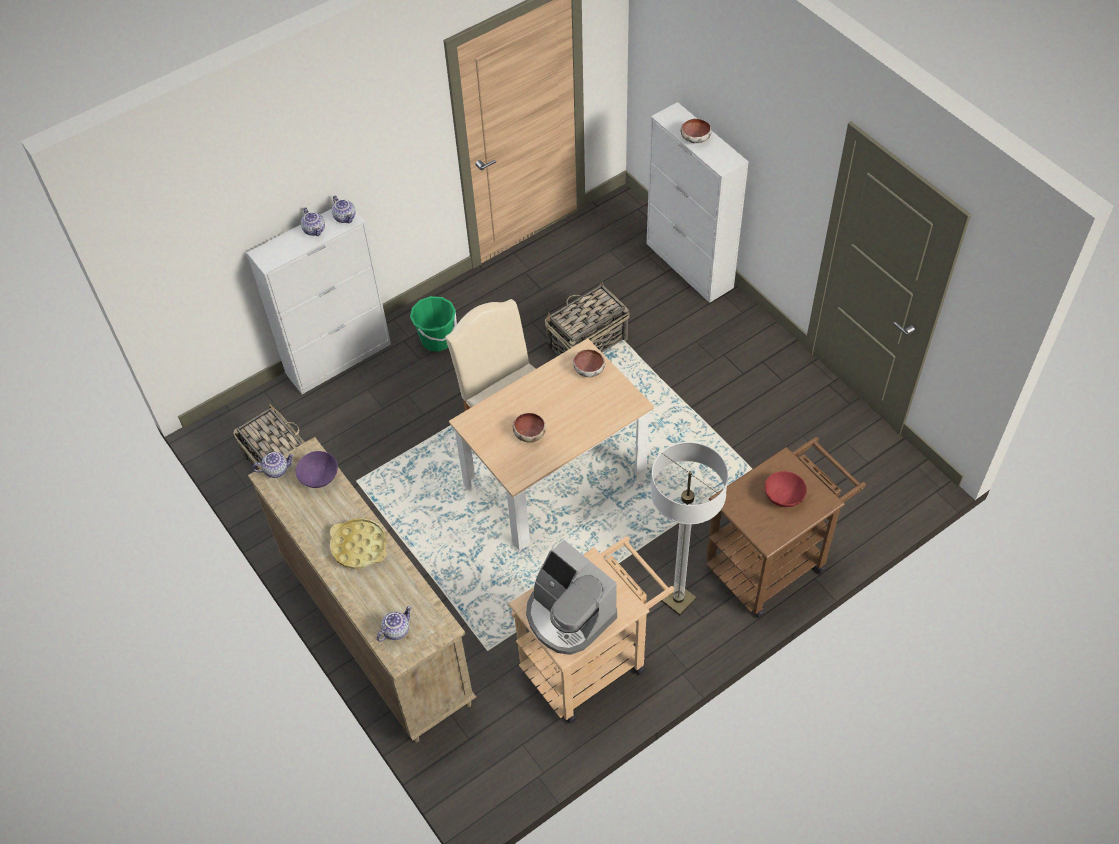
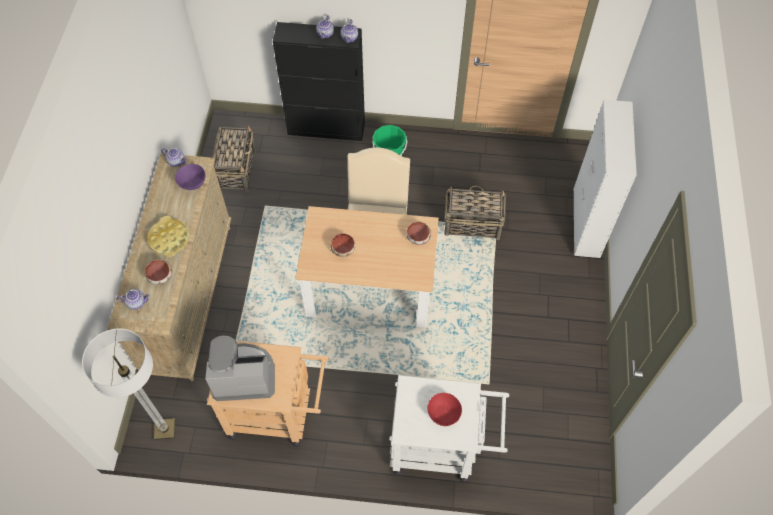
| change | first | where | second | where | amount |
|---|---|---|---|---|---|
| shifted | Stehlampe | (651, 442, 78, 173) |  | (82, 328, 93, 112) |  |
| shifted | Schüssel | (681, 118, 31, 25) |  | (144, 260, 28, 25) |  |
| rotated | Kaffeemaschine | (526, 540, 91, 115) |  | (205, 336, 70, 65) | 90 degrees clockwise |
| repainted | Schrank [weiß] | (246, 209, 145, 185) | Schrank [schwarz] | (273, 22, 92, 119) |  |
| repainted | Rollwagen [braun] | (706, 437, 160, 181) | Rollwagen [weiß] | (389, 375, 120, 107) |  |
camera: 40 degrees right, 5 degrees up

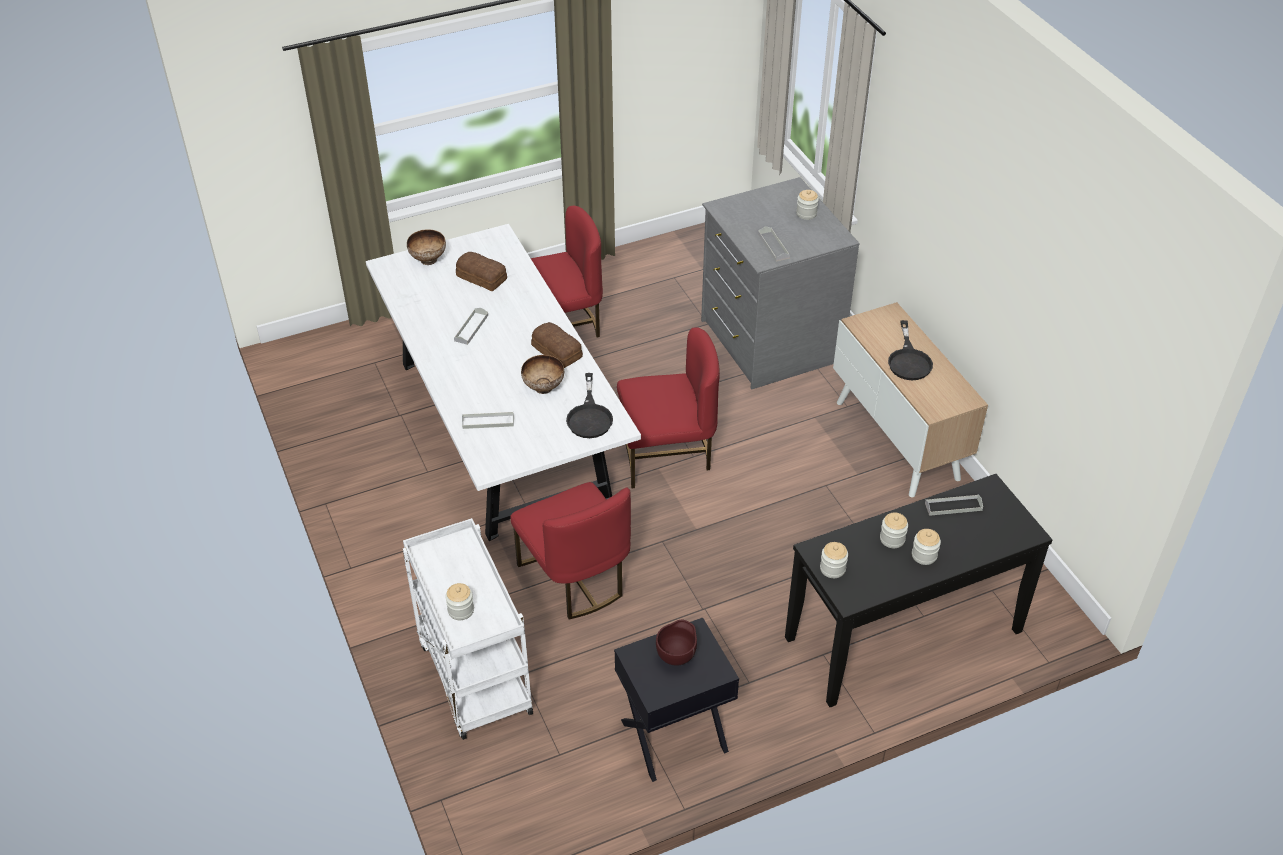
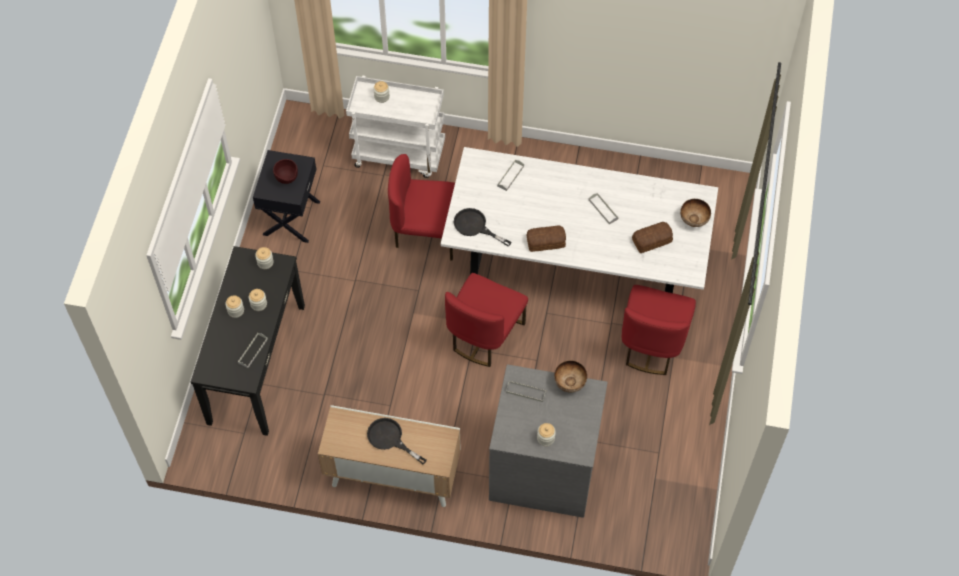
| change | first | where | second | where | amount |
|---|---|---|---|---|---|
| shifted | Schüssel | (521, 355, 43, 39) |  | (554, 360, 33, 33) |  |
camera: 125 degrees right, 15 degrees up

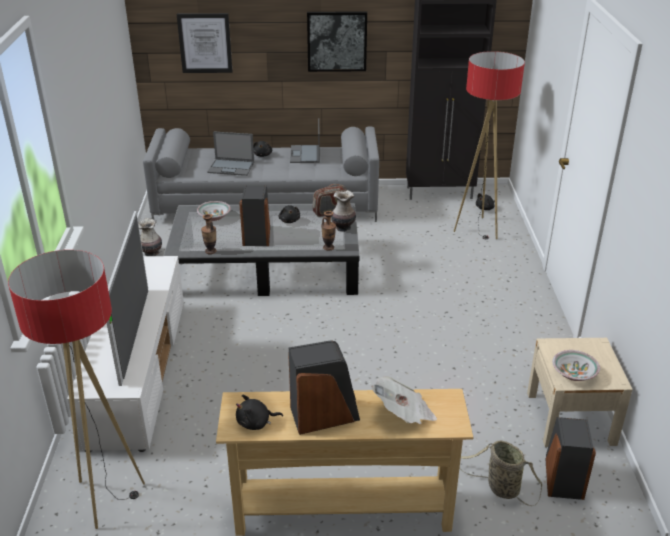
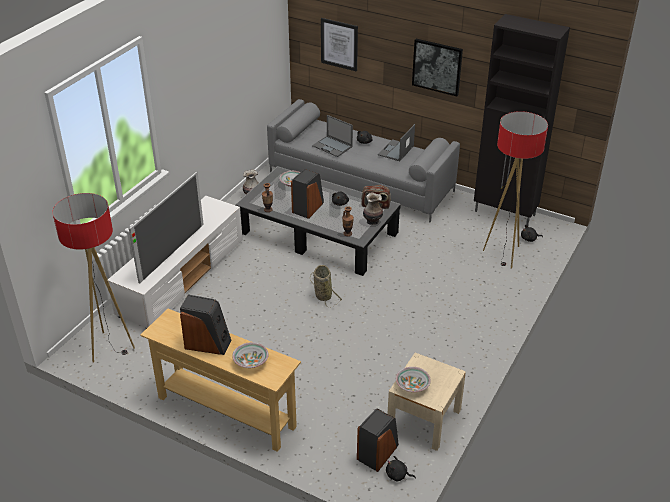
| change | first | where | second | where | amount |
|---|---|---|---|---|---|
| swapped | Zeitung | (371, 376, 66, 48) | Schüssel | (232, 342, 37, 26) |  |
| shifted | Korb | (459, 440, 83, 66) |  | (310, 265, 32, 43) |  |
| shifted | Plüschtier [schwarz] | (236, 395, 47, 35) |  | (386, 456, 30, 25) |  |
camera: 30 degrees right, 5 degrees up

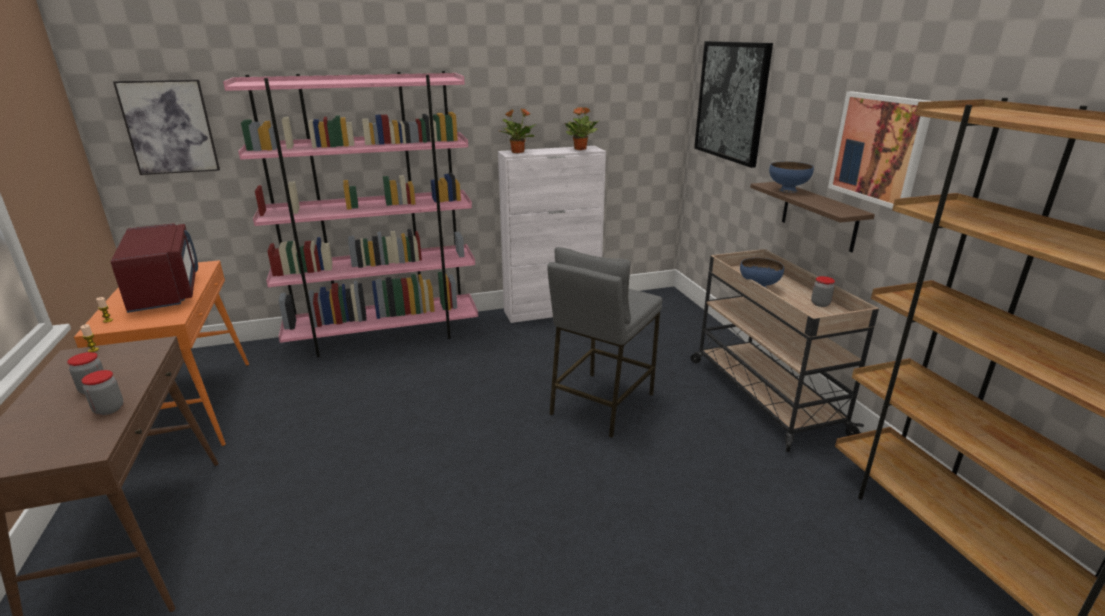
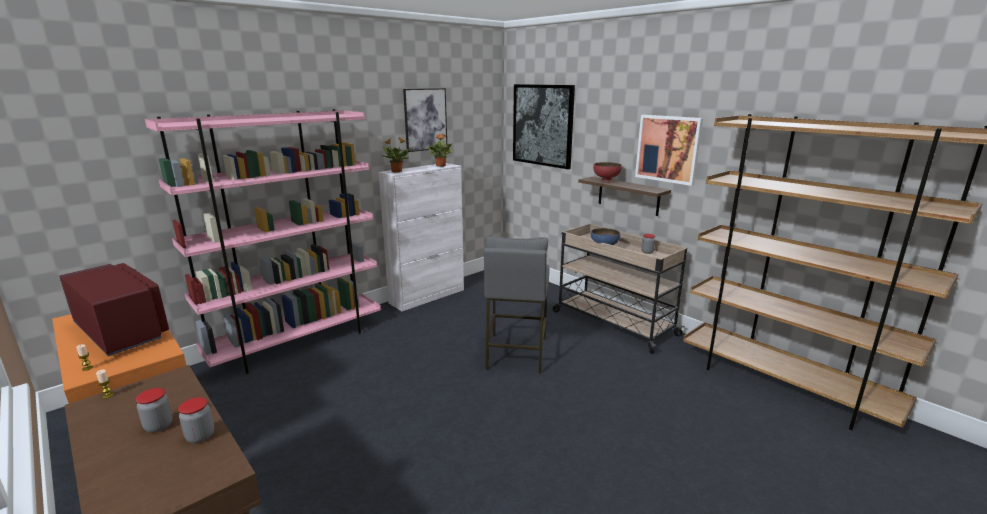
| change | first | where | second | where | amount |
|---|---|---|---|---|---|
| shifted | Bild | (113, 79, 107, 96) |  | (403, 88, 44, 64) |  |
| repainted | Schüssel [blau] | (769, 161, 45, 32) | Schüssel [rot] | (593, 162, 29, 21) |  |
camera: 25 degrees left, 5 degrees down

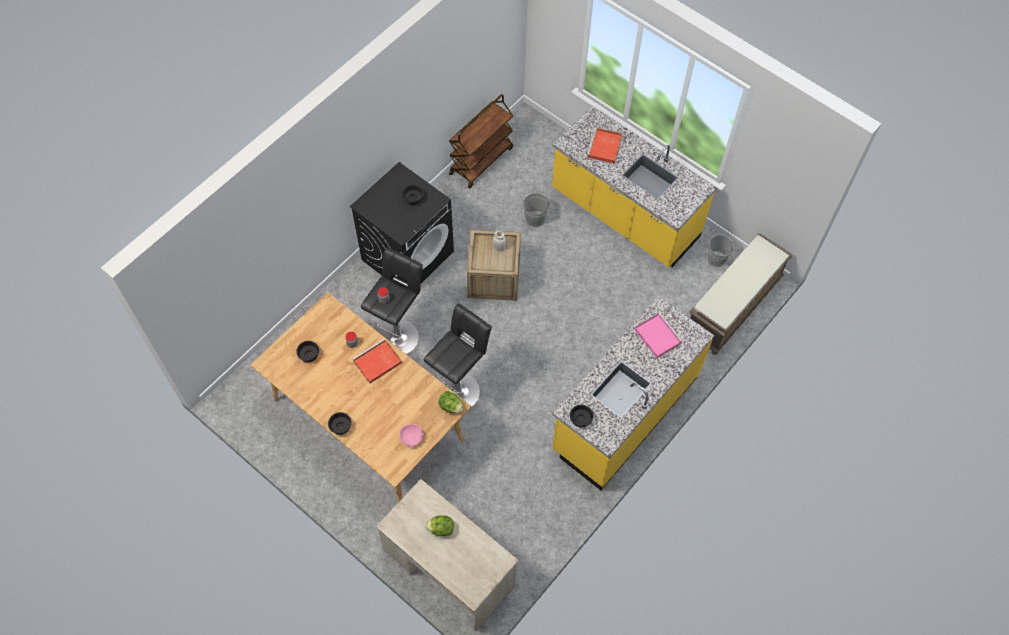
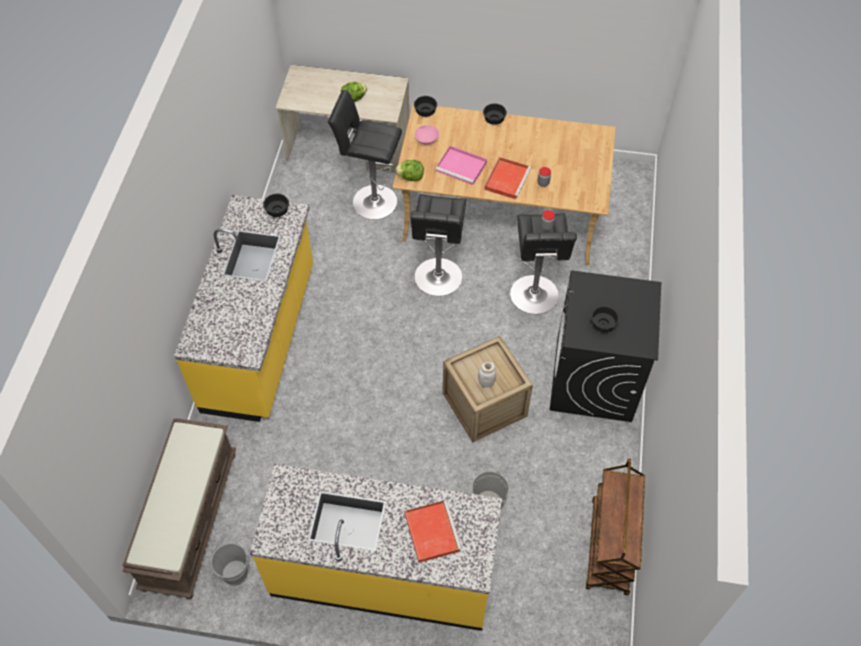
| change | first | where | second | where | amount |
|---|---|---|---|---|---|
| new |  |  | Hocker [schwarz] | (328, 90, 74, 130) |  |
| shifted | Schüssel [schwarz] | (296, 341, 23, 21) |  | (414, 96, 23, 21) |  |
| shifted | Tablett [rosa] | (634, 313, 48, 45) |  | (435, 146, 52, 39) |  |
camera: 150 degrees right, 5 degrees down

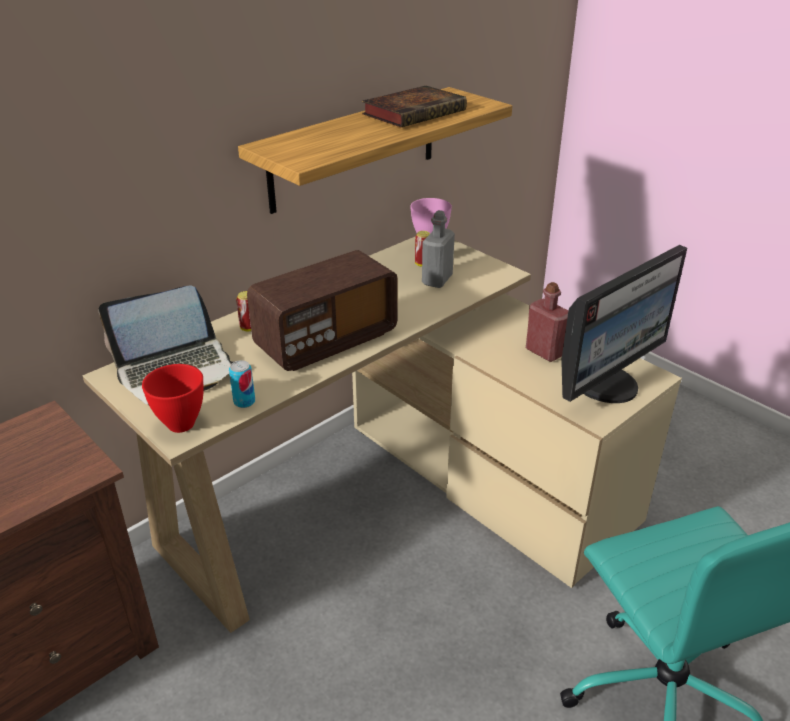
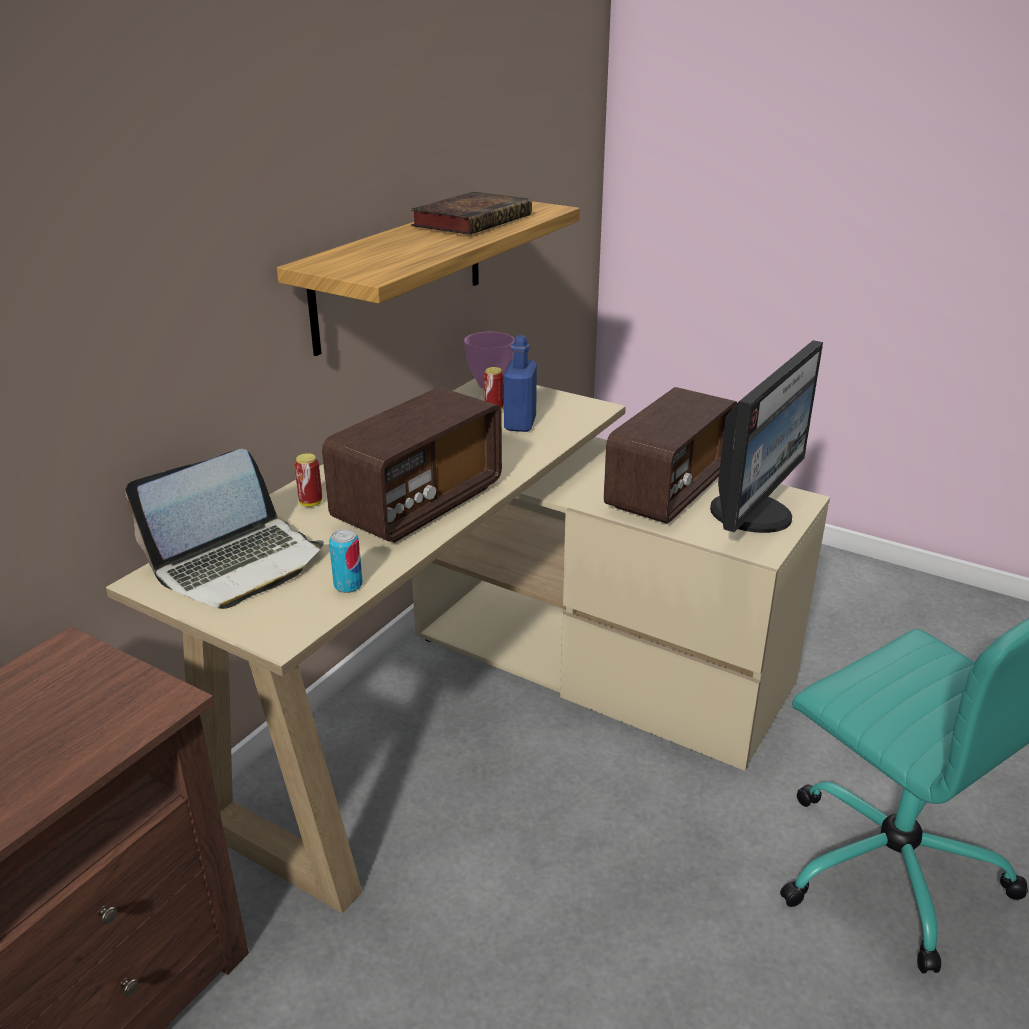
| change | first | where | second | where | amount |
|---|---|---|---|---|---|
| repainted | Flasche [grau] | (422, 210, 33, 78) | Flasche [blau] | (504, 335, 33, 97) |  |
| swapped | Flasche [rot] | (526, 282, 42, 80) | Radio | (603, 387, 134, 137) |  |
| gone | Schüssel [rot] | (142, 364, 61, 69) |  |  |  |
camera: 15 degrees left, 5 degrees down

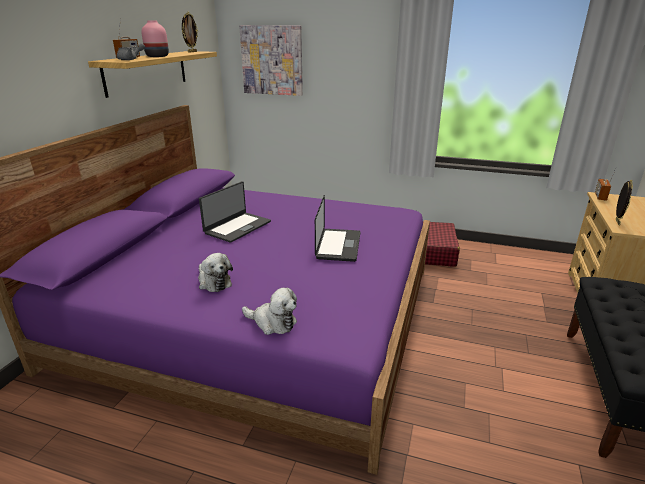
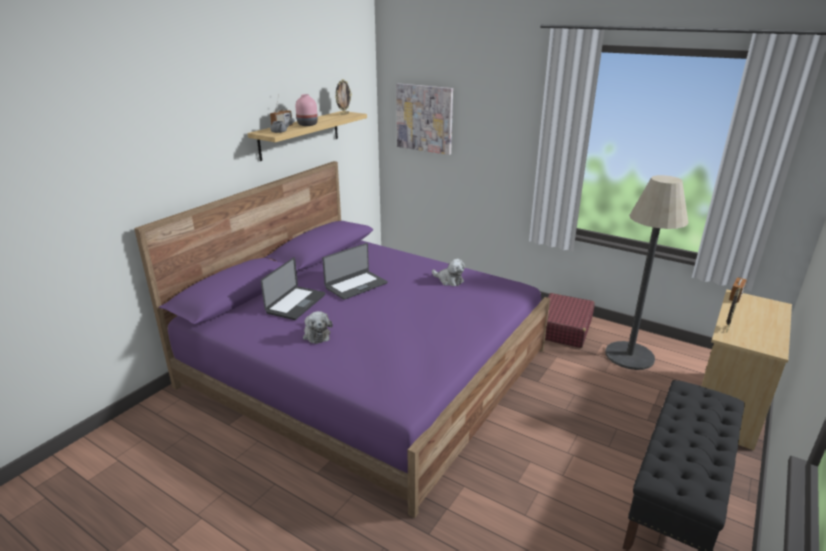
| change | first | where | second | where | amount |
|---|---|---|---|---|---|
| shifted | Laptop | (315, 195, 45, 67) |  | (261, 257, 64, 63) |  |
| shifted | Plüschtier | (242, 288, 55, 47) |  | (432, 259, 33, 27) |  |
| new |  |  | Stehlampe | (605, 175, 83, 195) |  |
camera: 15 degrees right, 0 degrees up

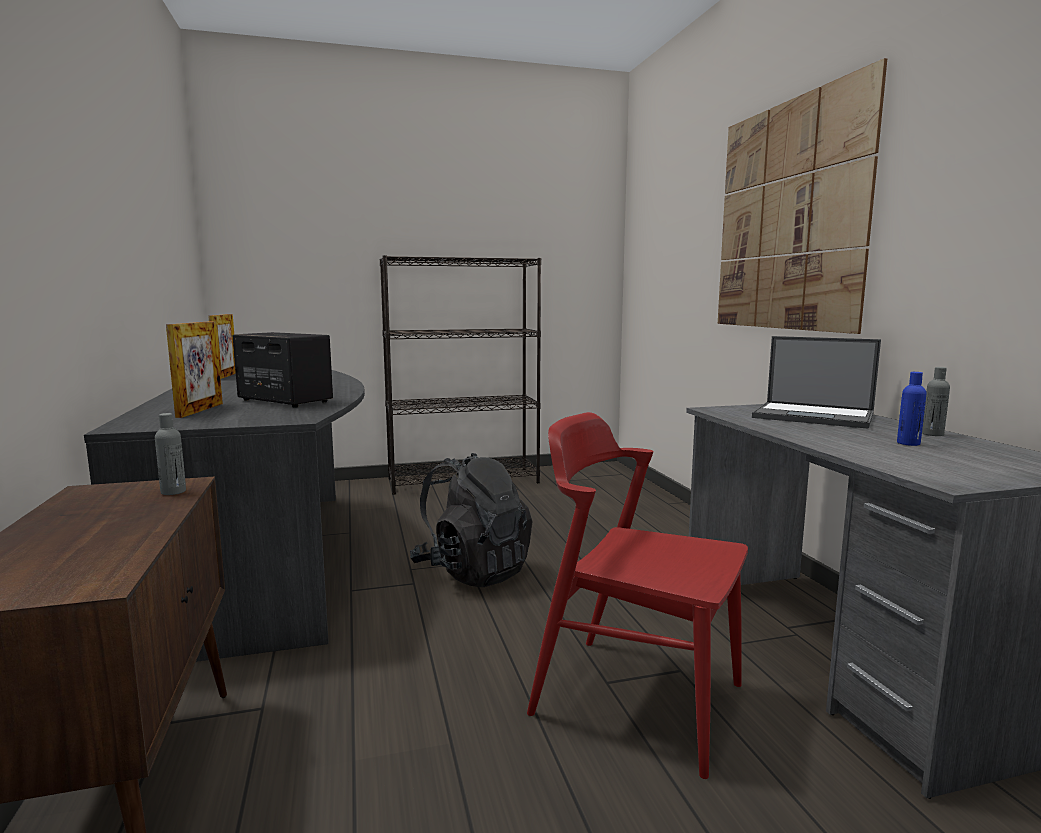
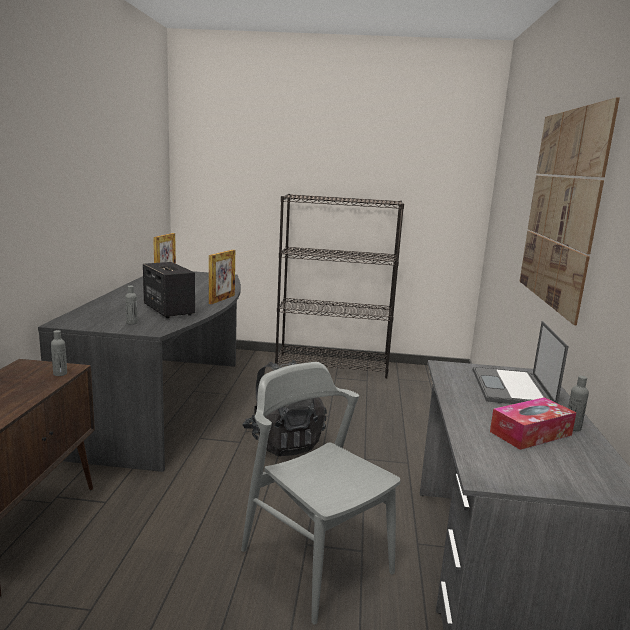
| change | first | where | second | where | amount |
|---|---|---|---|---|---|
| new |  |  | Flasche [grau] | (125, 286, 13, 39) |  |
| shifted | Bilderrahmen | (166, 321, 57, 97) |  | (209, 250, 26, 54) |  |
| repainted | Stuhl [rot] | (527, 412, 221, 367) | Stuhl [grau] | (241, 362, 159, 263) |  |
| rotated | Laptop | (752, 336, 129, 93) |  | (473, 321, 96, 83) | 45 degrees clockwise |
| swapped | Flasche [blau] | (897, 372, 30, 74) | Taschentuchbox | (490, 397, 86, 53) |  |
camera: 20 degrees right, 5 degrees up

